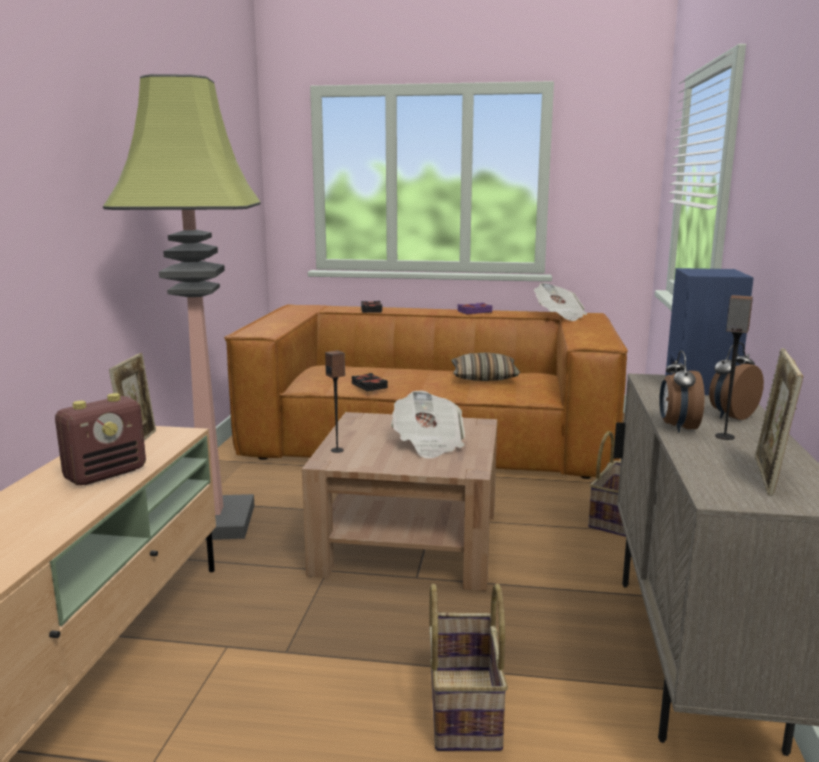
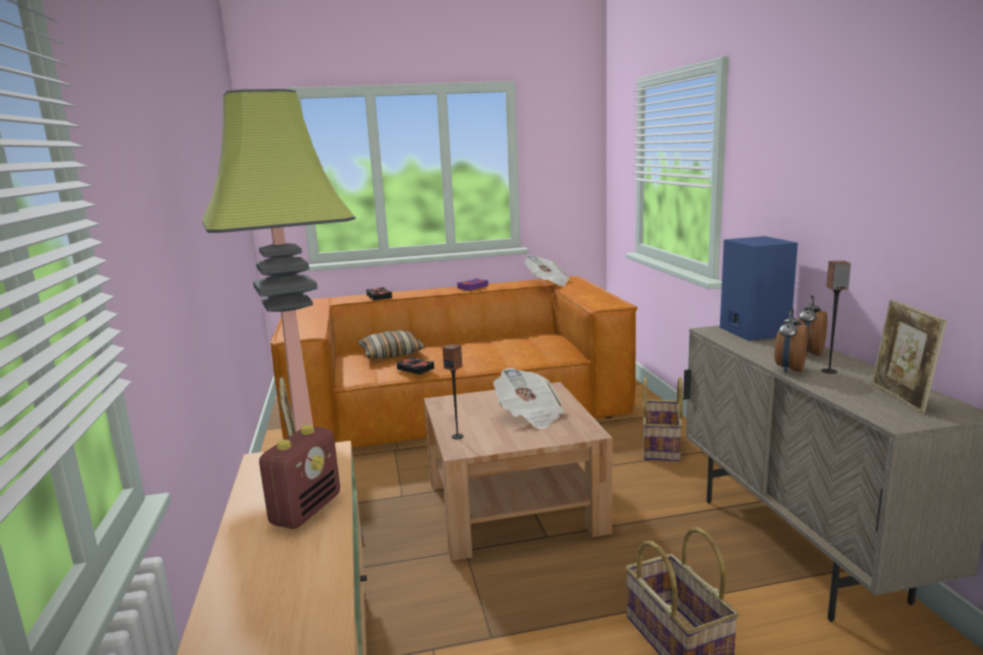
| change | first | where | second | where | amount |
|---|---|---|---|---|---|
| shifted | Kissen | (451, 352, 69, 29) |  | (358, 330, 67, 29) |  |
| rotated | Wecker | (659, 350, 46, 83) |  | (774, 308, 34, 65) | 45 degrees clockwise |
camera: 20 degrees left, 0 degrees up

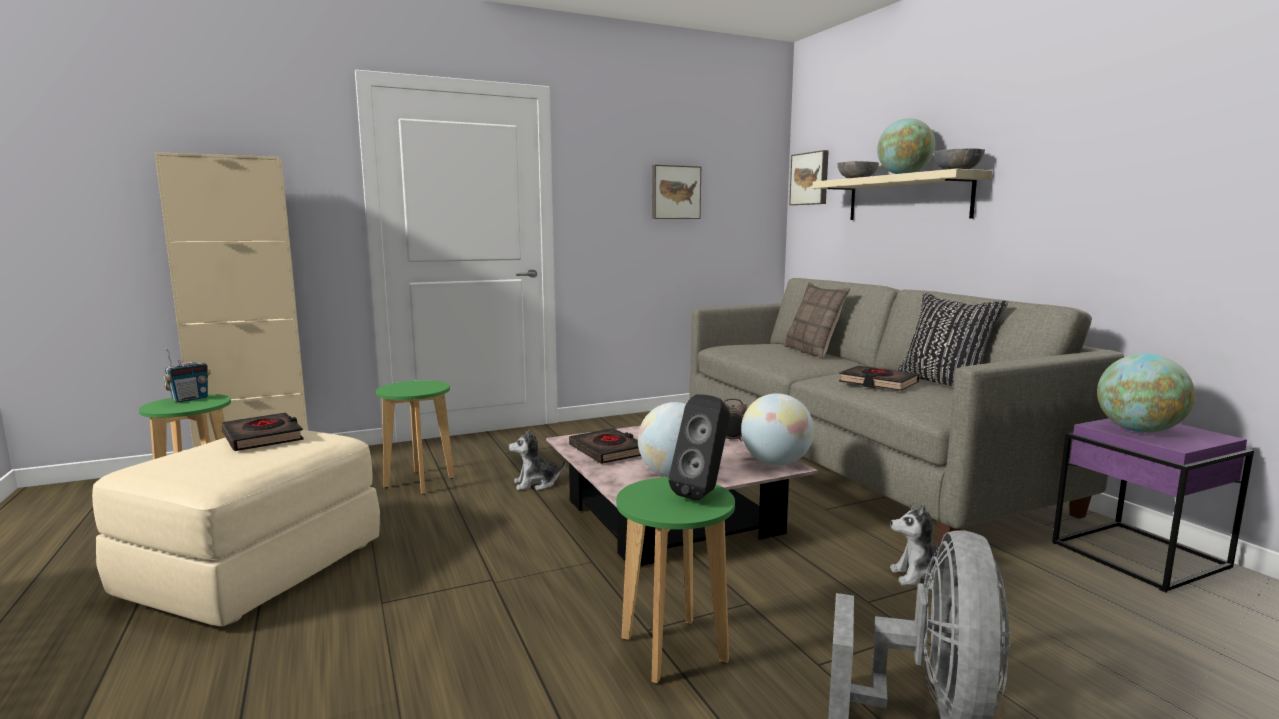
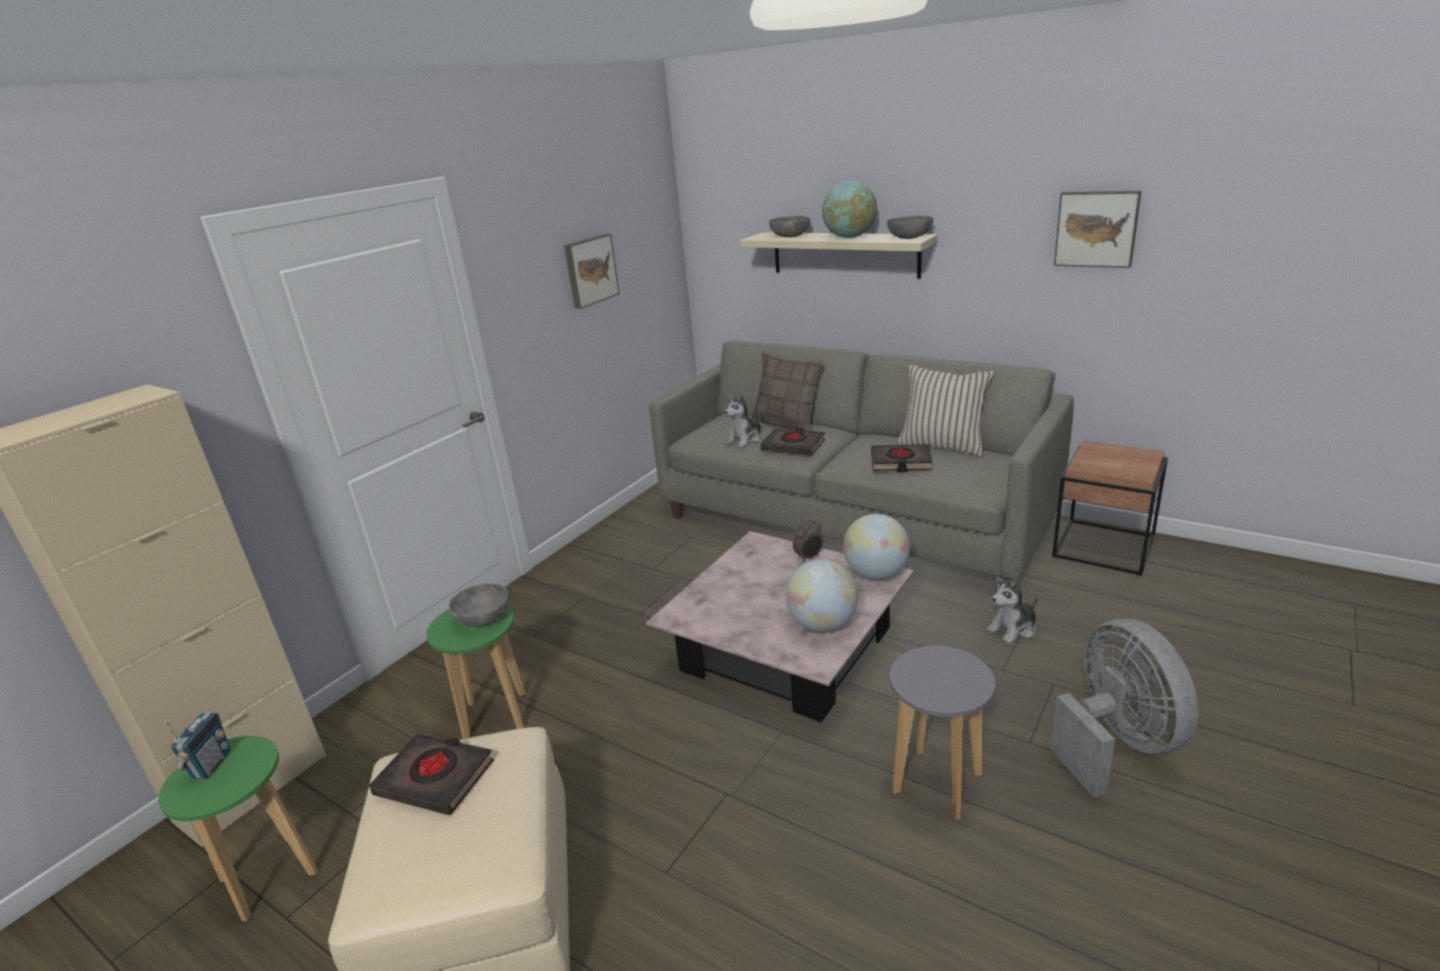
| change | first | where | second | where | amount |
|---|---|---|---|---|---|
| new |  |  | Schüssel [grau] | (449, 583, 60, 44) |  |
| shifted | Plüschtier | (509, 429, 57, 61) |  | (724, 393, 38, 54) |  |
| shifted | Buch [schwarz] | (569, 428, 72, 36) |  | (760, 428, 65, 28) |  |
| repainted | Hocker [grün] | (616, 477, 119, 206) | Hocker [grau] | (890, 646, 105, 174) |  |
| repainted | Kissen [schwarz] | (897, 293, 111, 94) | Kissen [beige] | (897, 364, 98, 93) |  |
| repainted | Beistelltisch [lila] | (1052, 418, 202, 175) | Beistelltisch [braun] | (1052, 440, 116, 136) |  |
| shifted | Bild | (789, 150, 40, 55) |  | (1054, 191, 87, 77) |  |
| gone | Lautsprecher [schwarz] | (669, 394, 61, 107) |  |  |  |
| gone | Globus | (1097, 354, 98, 79) |  |  |  |
camera: 30 degrees left, 15 degrees up

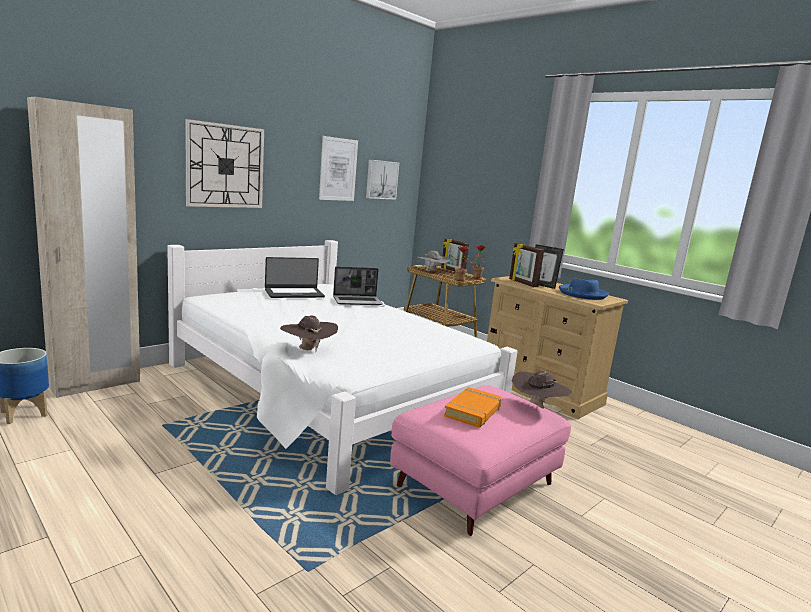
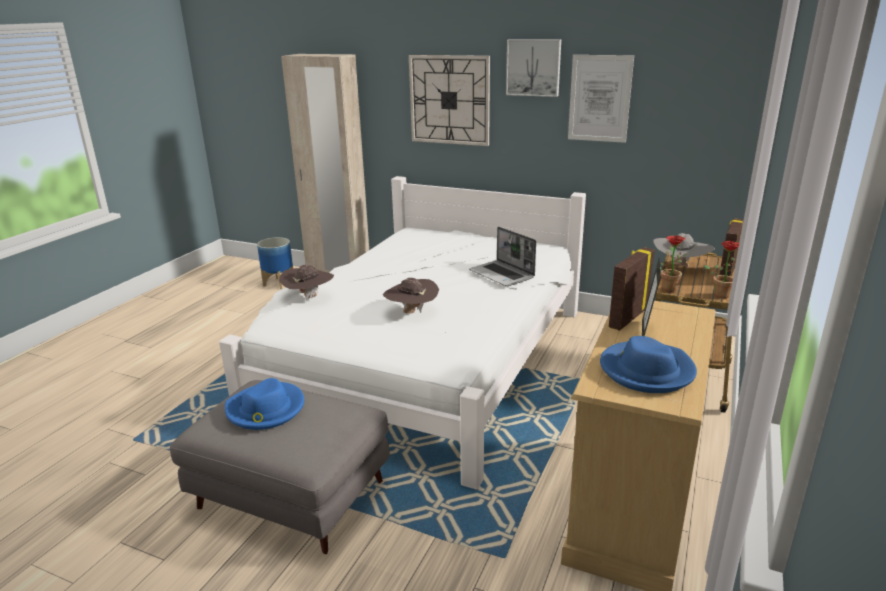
| change | first | where | second | where | amount |
|---|---|---|---|---|---|
| repainted | Polsterhocker [rosa] | (390, 385, 181, 151) | Polsterhocker [grau] | (170, 380, 220, 174) |  |
| swapped | Buch [orange] | (444, 387, 58, 41) | Hut [blau] | (225, 378, 79, 52) |  |
| shifted | Hut [braun] | (511, 371, 61, 38) |  | (383, 278, 56, 35) |  |
| shifted | Bild | (366, 160, 33, 40) |  | (506, 39, 55, 58) |  |
| gone | Laptop | (265, 257, 60, 41) |  |  |  |
camera: 70 degrees right, 10 degrees up

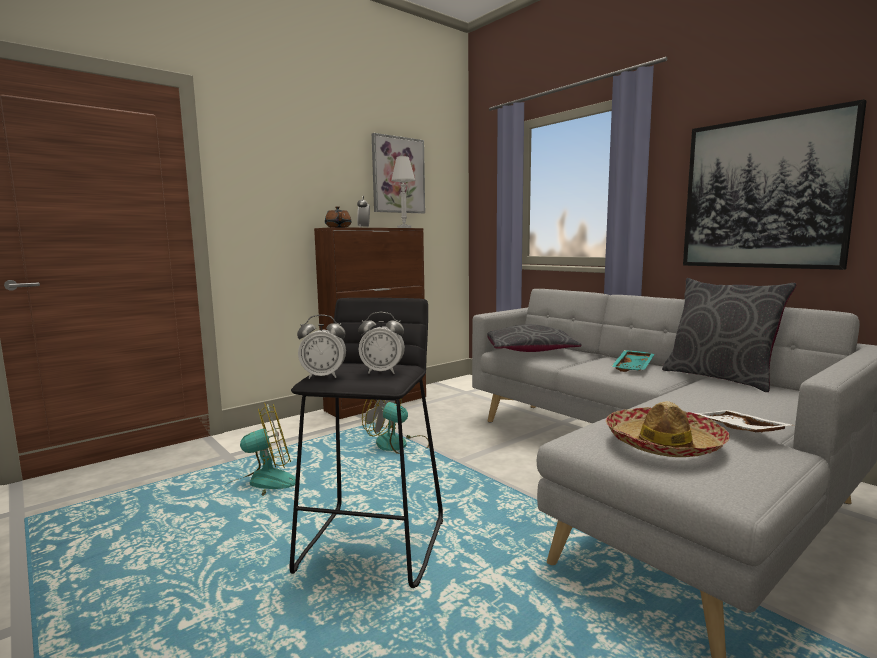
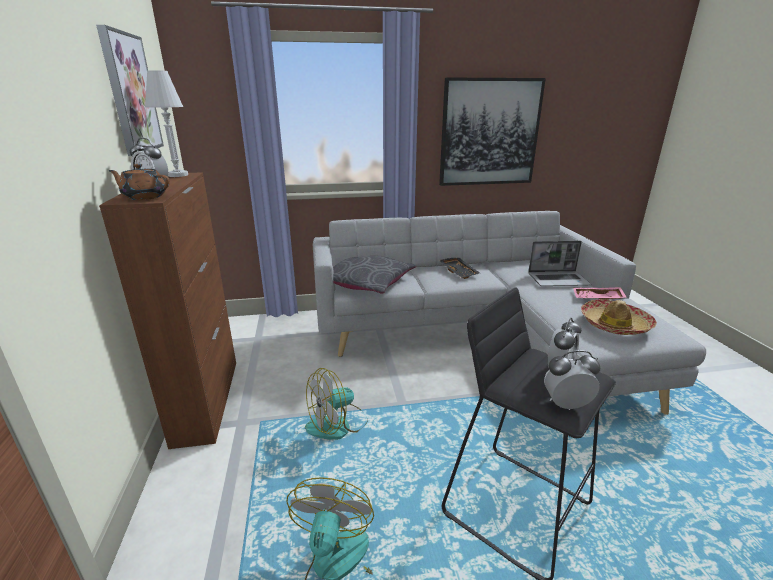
| change | first | where | second | where | amount |
|---|---|---|---|---|---|
| repainted | Tablett [türkis] | (611, 350, 43, 22) | Tablett [schwarz] | (439, 258, 41, 21) |  |
| new |  |  | Laptop | (528, 241, 63, 45) |  |
| rotated | Wecker | (297, 315, 49, 64) |  | (544, 350, 56, 60) | 120 degrees counterclockwise |
| repainted | Tablett [weiß] | (694, 410, 98, 23) | Tablett [rosa] | (573, 287, 54, 13) |  |
| gone | Kissen [grau] | (662, 278, 135, 114) |  |  |  |
camera: 60 degrees left, 15 degrees up

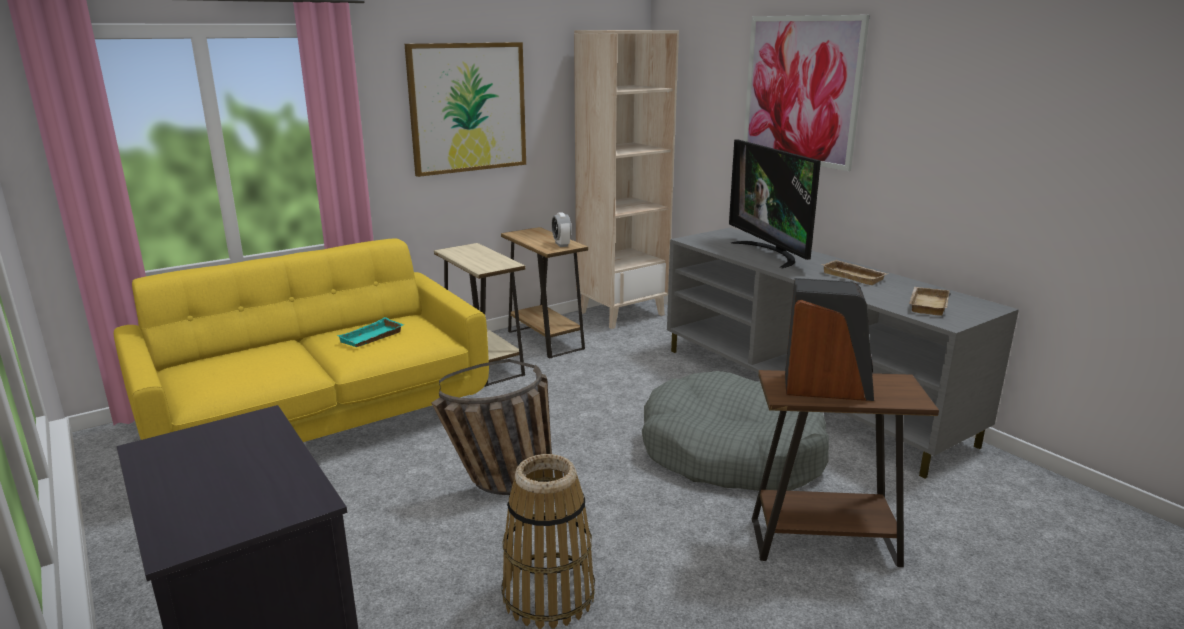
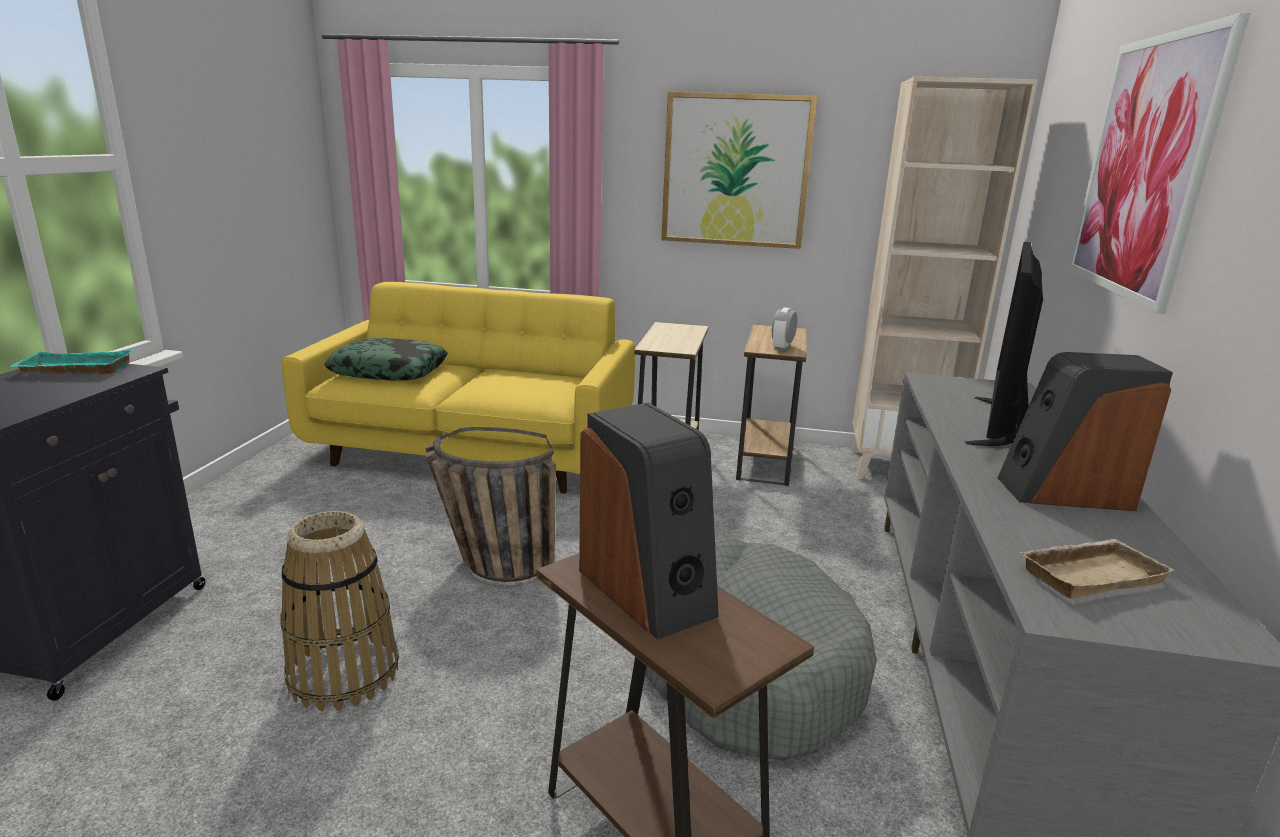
| change | first | where | second | where | amount |
|---|---|---|---|---|---|
| shifted | Tablett [türkis] | (337, 317, 67, 30) |  | (9, 349, 125, 26) |  |
| new |  |  | Kissen | (324, 338, 124, 43) |  |
| swapped | Tablett [beige] | (821, 260, 67, 25) | Lautsprecher | (998, 352, 175, 159) |  |
camera: 45 degrees right, 0 degrees up

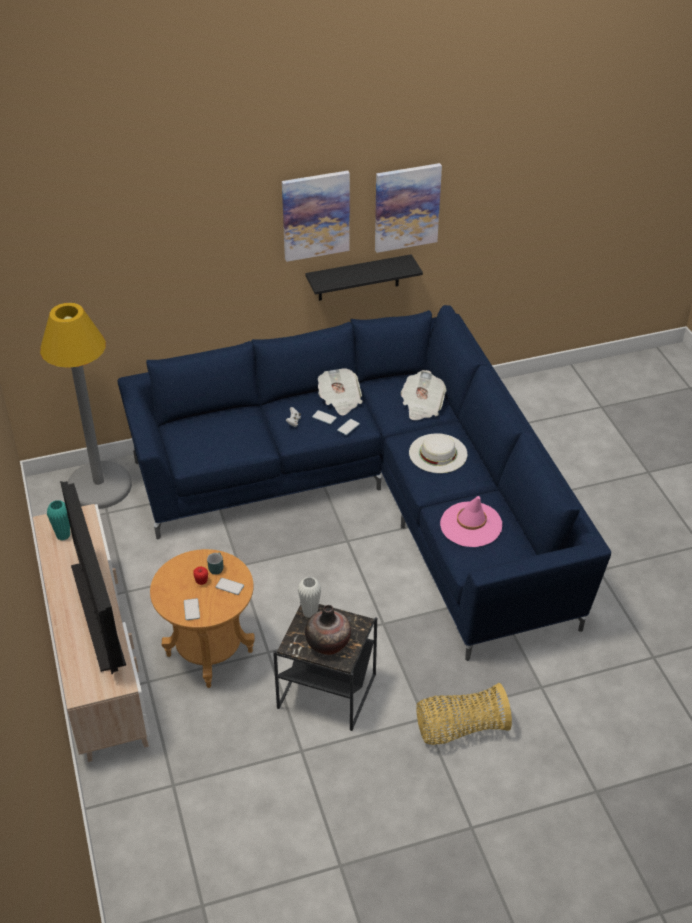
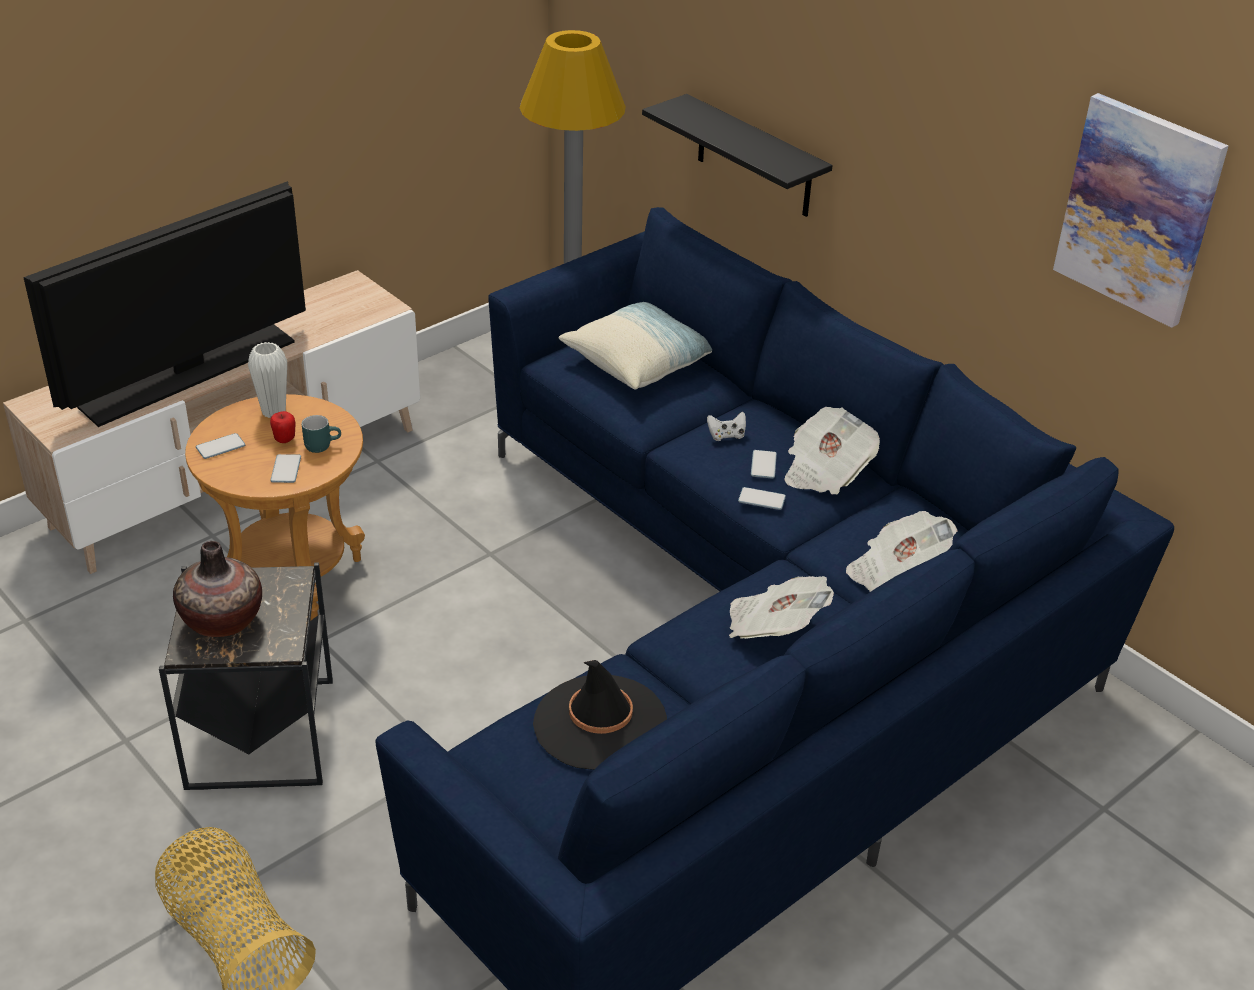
| change | first | where | second | where | amount |
|---|---|---|---|---|---|
| shifted | Vase [weiß] | (298, 577, 23, 41) |  | (248, 342, 39, 76) |  |
| repainted | Hut [rosa] | (440, 496, 62, 51) | Hut [schwarz] | (533, 660, 134, 110) |  |
| new |  |  | Kissen | (558, 302, 154, 88) |  |
| shifted | Wandregal [schwarz] | (305, 254, 118, 47) |  | (642, 94, 191, 123) |  |
| swapped | Hut [weiß] | (409, 433, 58, 40) | Zeitung | (729, 576, 105, 63) |  |
| gone | Vase [türkis] | (47, 500, 23, 40) |  |  |  |
| gone | Bild | (282, 171, 68, 91) |  |  |  |
camera: 65 degrees right, 5 degrees down

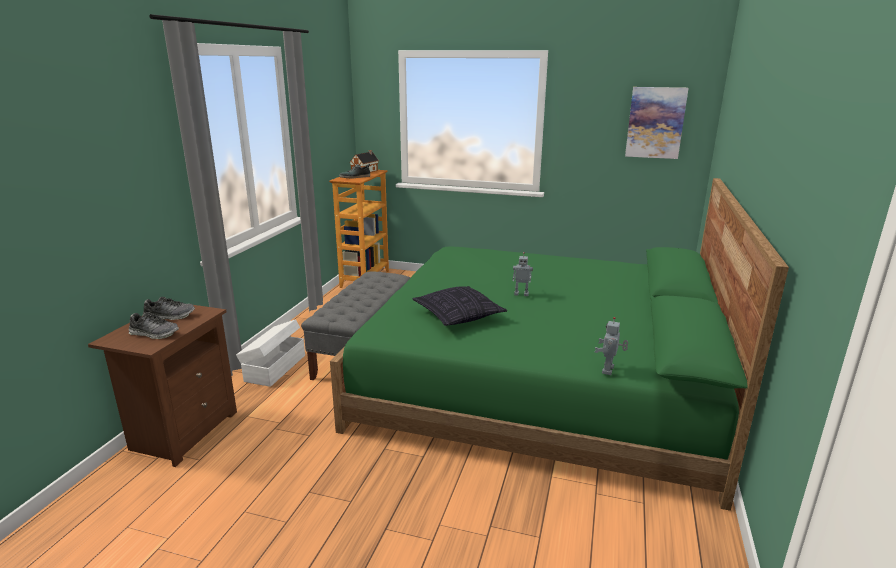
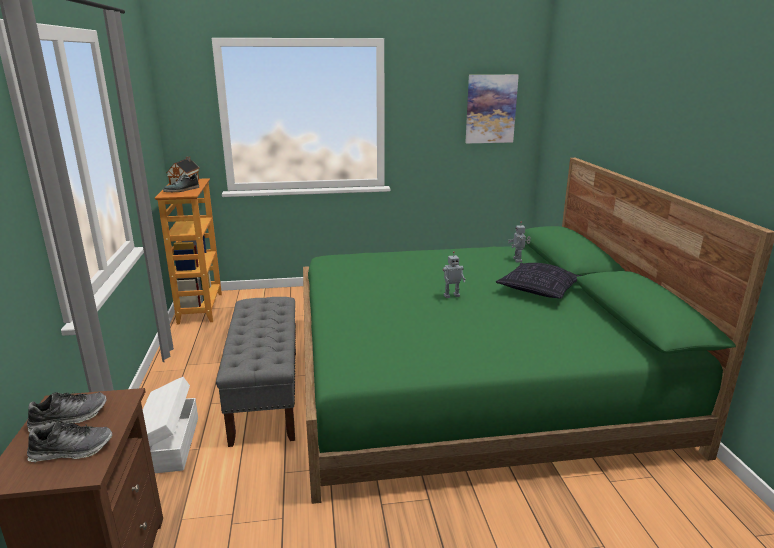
| change | first | where | second | where | amount |
|---|---|---|---|---|---|
| shifted | Kissen | (412, 286, 95, 40) |  | (496, 263, 85, 36) |  |
| shifted | Spielzeugroboter | (595, 317, 34, 58) |  | (508, 222, 23, 40) |  |
camera: 25 degrees left, 0 degrees up

